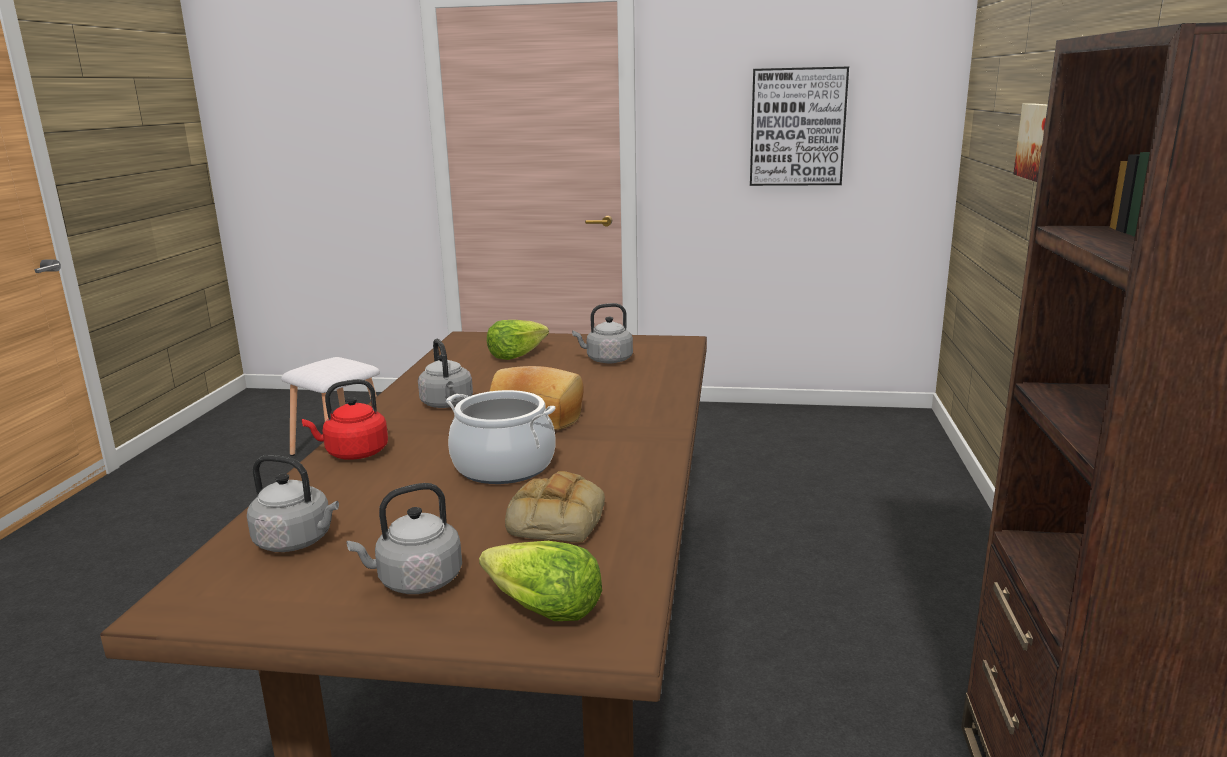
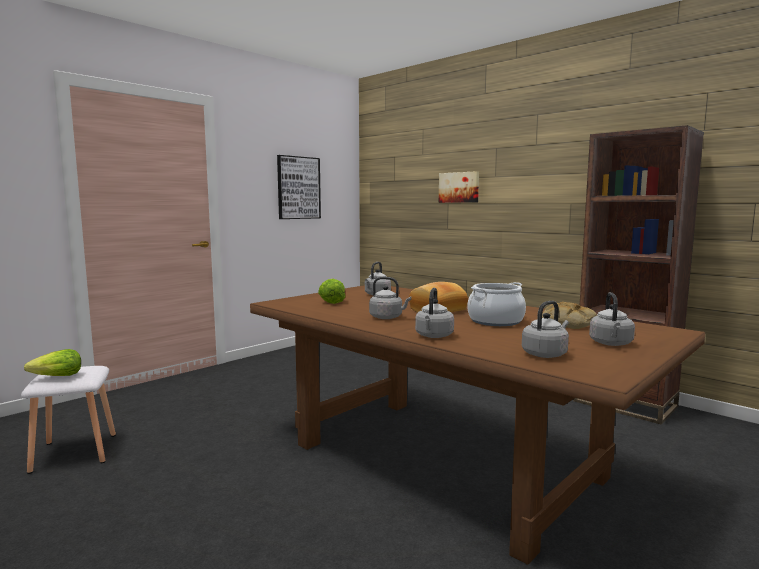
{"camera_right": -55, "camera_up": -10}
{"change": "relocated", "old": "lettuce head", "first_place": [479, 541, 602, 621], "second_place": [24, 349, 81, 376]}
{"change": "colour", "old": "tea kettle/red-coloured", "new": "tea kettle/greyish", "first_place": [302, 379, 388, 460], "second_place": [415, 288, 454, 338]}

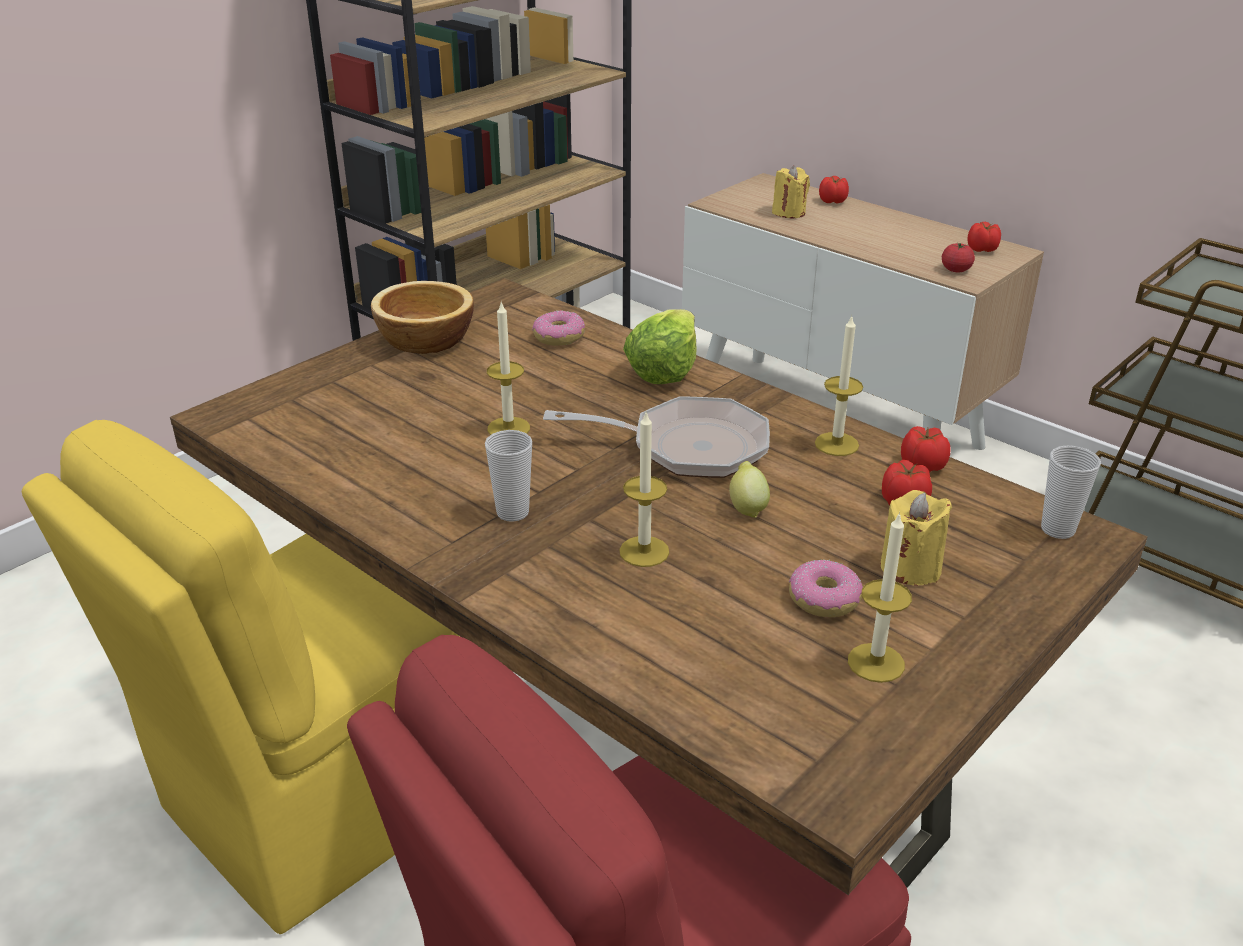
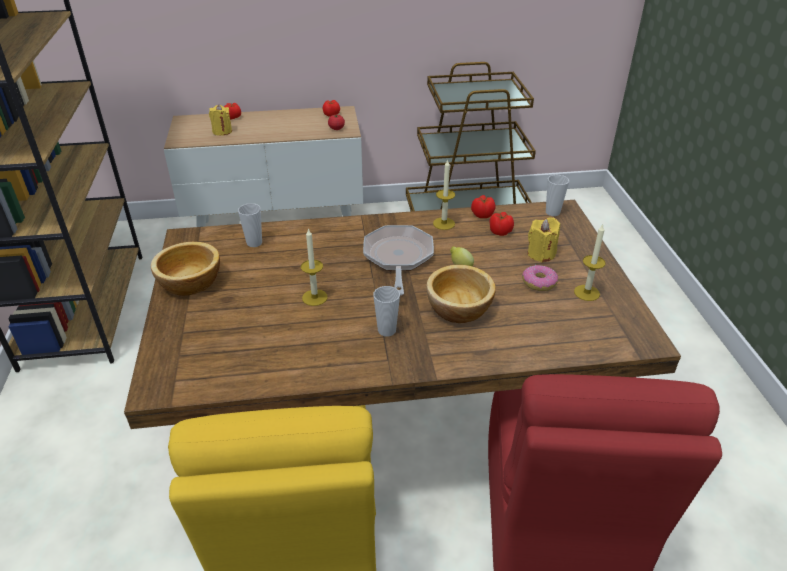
{"camera_right": -50, "camera_up": 5}
{"change": "exchanged", "old": "donut", "new": "small cup", "first_place": [532, 310, 585, 346], "second_place": [238, 203, 262, 247]}
{"change": "spun", "old": "pan", "first_place": [543, 396, 770, 478], "second_place": [363, 225, 434, 295], "degrees": -45}
{"change": "exchanged", "old": "candle", "new": "deep dish", "first_place": [619, 411, 669, 567], "second_place": [427, 265, 496, 323]}
{"change": "missing", "old": "lettuce head", "first_place": [623, 309, 696, 384]}

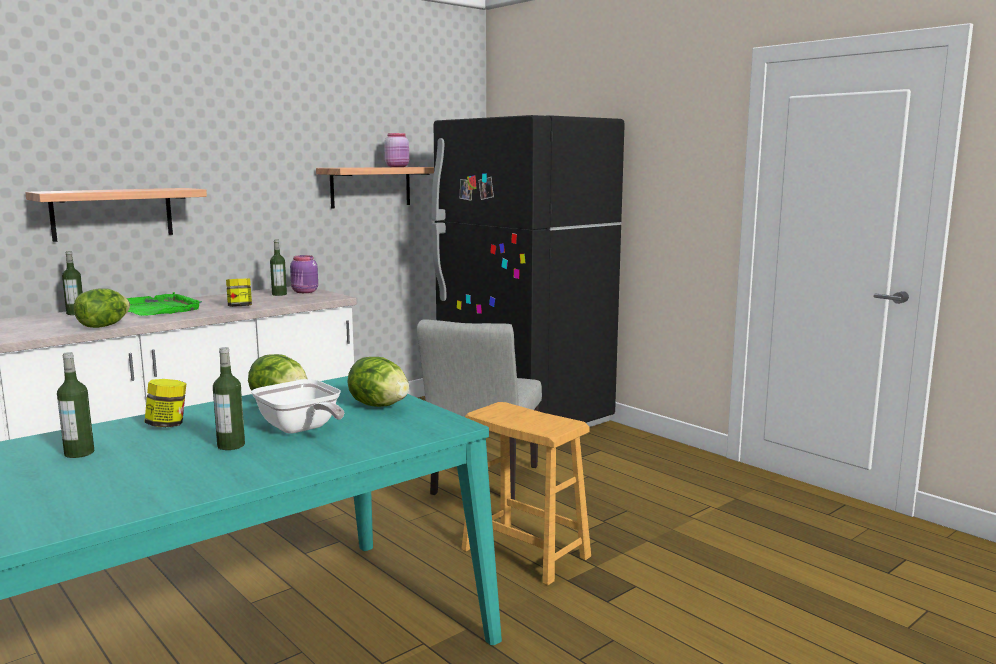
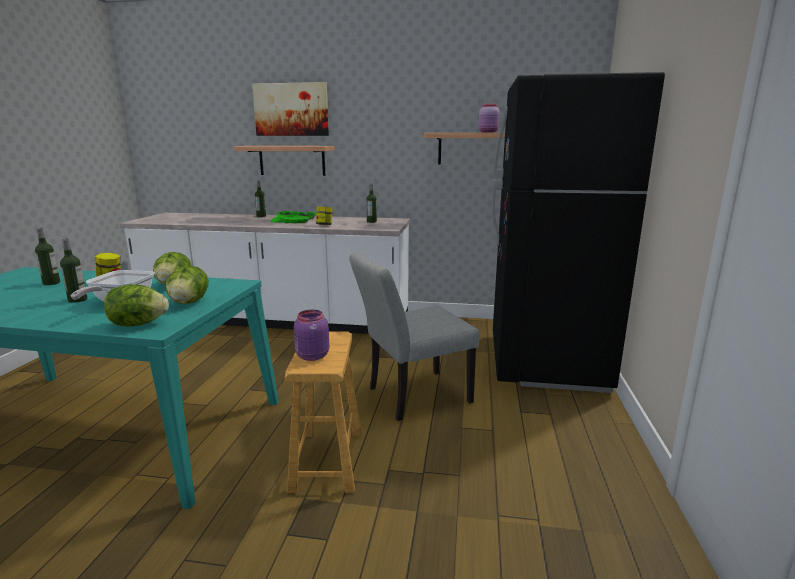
{"camera_right": 50, "camera_up": 5}
{"change": "relocated", "old": "lettuce head", "first_place": [73, 288, 130, 328], "second_place": [104, 284, 169, 327]}
{"change": "appeared", "new": "picture", "second_place": [252, 82, 329, 136]}
{"change": "relocated", "old": "jar/purplish", "first_place": [290, 255, 318, 293], "second_place": [294, 310, 329, 361]}

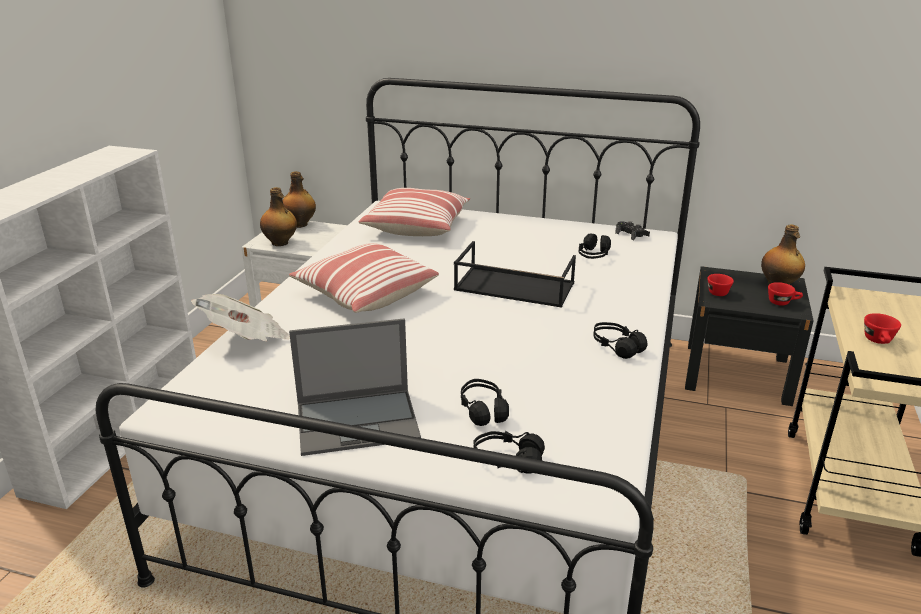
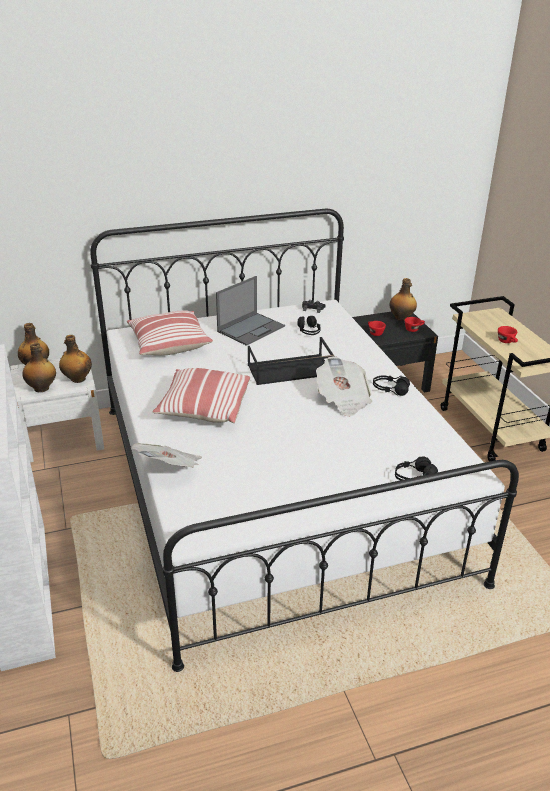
{"camera_right": -35, "camera_up": 5}
{"change": "appeared", "new": "bottle", "second_place": [59, 335, 92, 383]}
{"change": "relocated", "old": "notebook computer", "first_place": [289, 318, 421, 456], "second_place": [216, 276, 285, 346]}
{"change": "appeared", "new": "printed paper", "second_place": [316, 356, 372, 417]}
{"change": "missing", "old": "headphones/black-coloured", "first_place": [461, 379, 509, 426]}

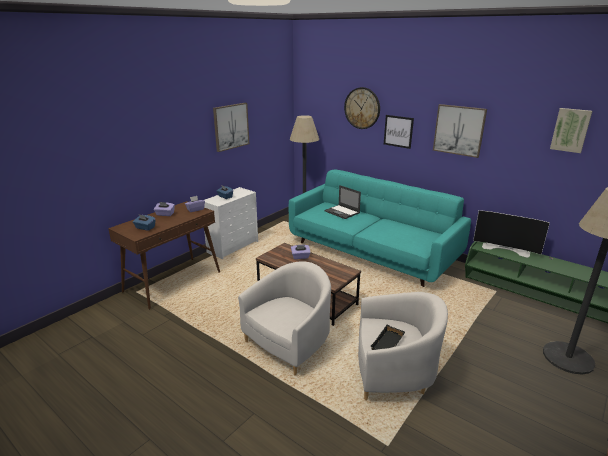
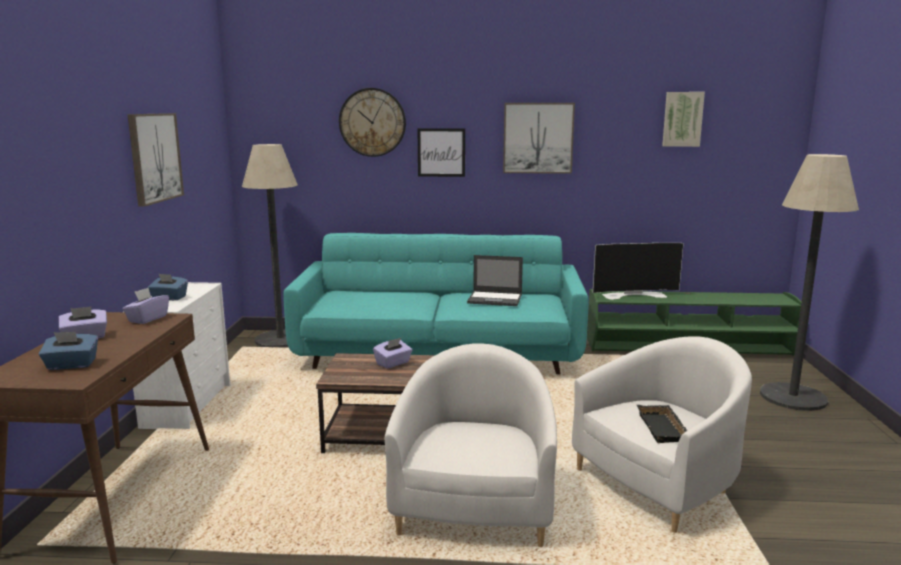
{"camera_right": -35, "camera_up": -10}
{"change": "relocated", "old": "notebook computer", "first_place": [324, 185, 361, 219], "second_place": [467, 255, 523, 306]}

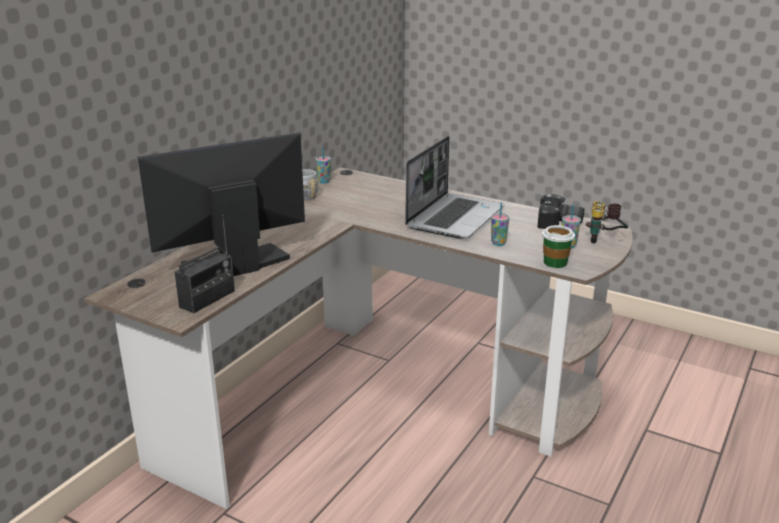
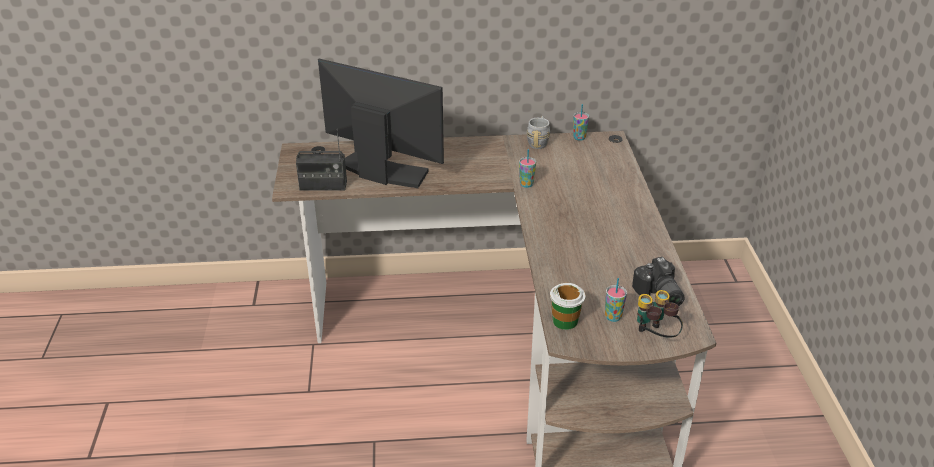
{"camera_right": 55, "camera_up": 10}
{"change": "relocated", "old": "small cup", "first_place": [491, 202, 510, 246], "second_place": [519, 149, 536, 188]}
{"change": "missing", "old": "notebook computer", "first_place": [405, 136, 504, 239]}

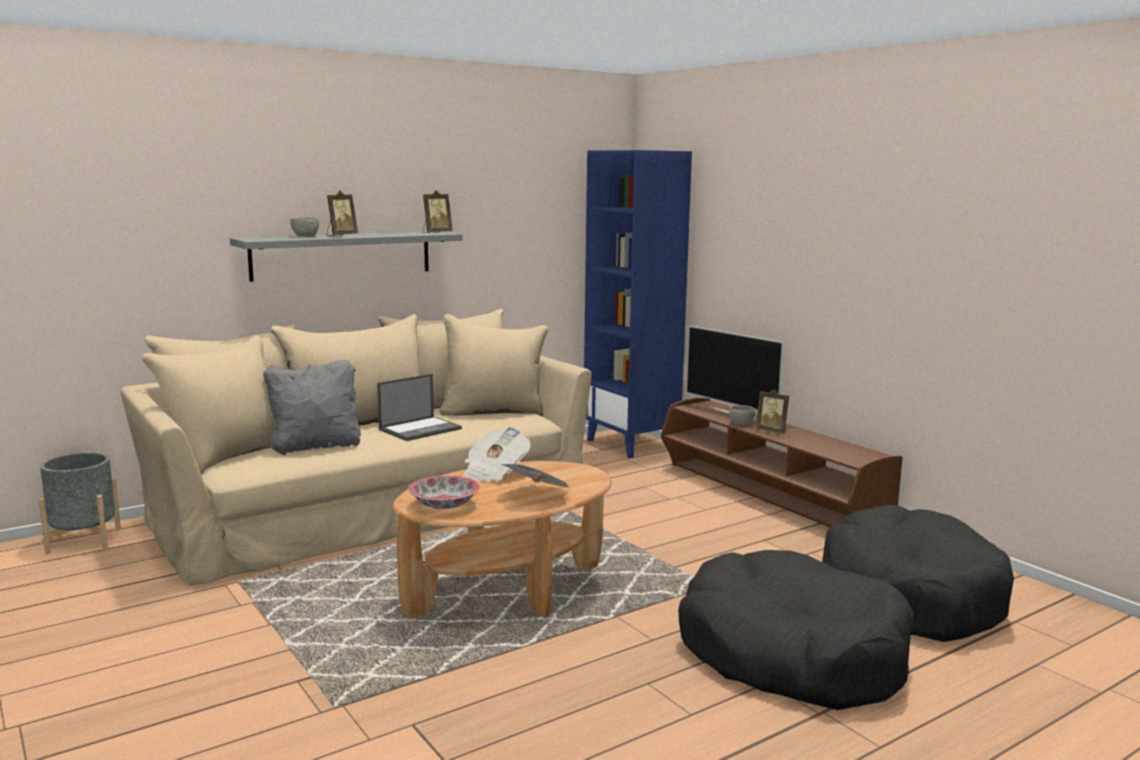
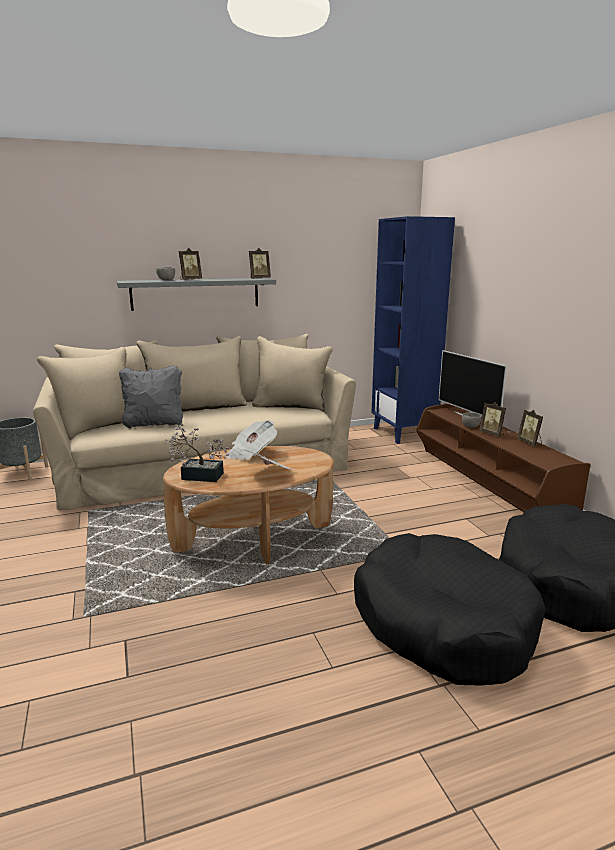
{"camera_right": 15, "camera_up": 5}
{"change": "exchanged", "old": "deep dish", "new": "plant in a pot", "first_place": [408, 476, 480, 509], "second_place": [165, 424, 229, 482]}
{"change": "appeared", "new": "picture frame", "second_place": [517, 410, 543, 446]}
{"change": "missing", "old": "notebook computer", "first_place": [377, 374, 462, 441]}

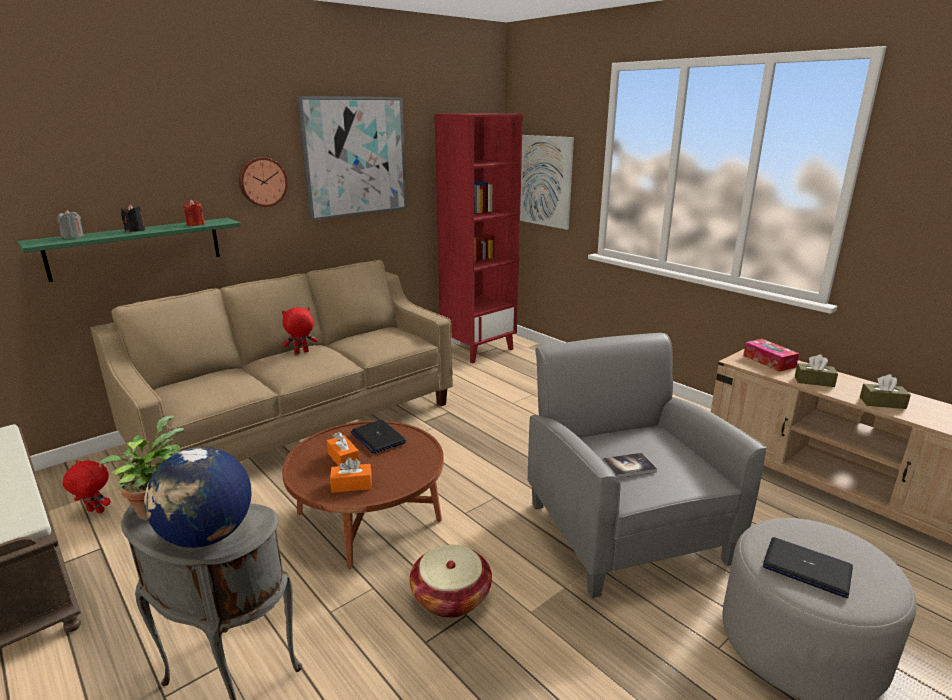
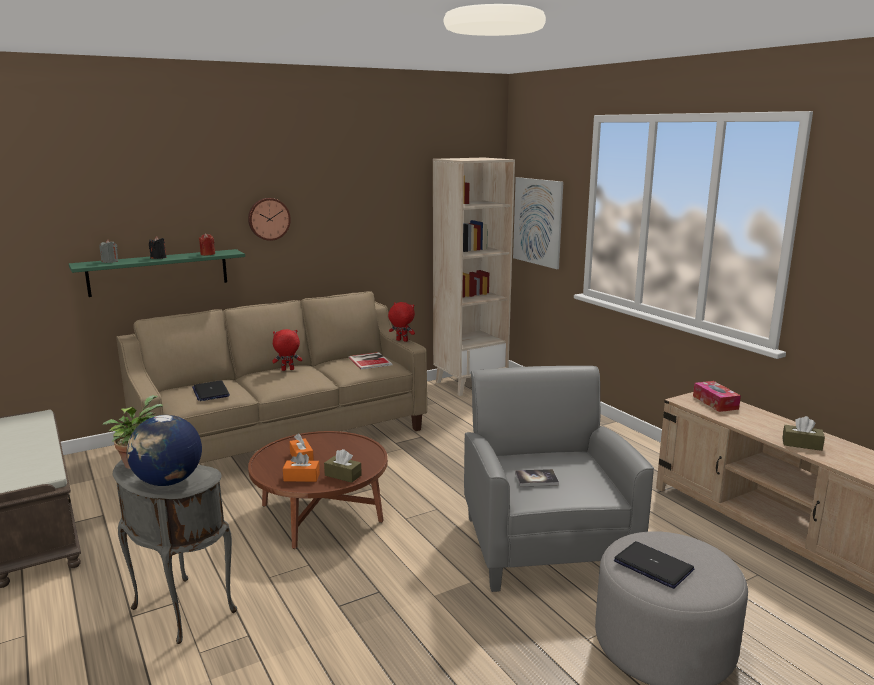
{"camera_right": 10, "camera_up": -5}
{"change": "relocated", "old": "notebook computer", "first_place": [351, 419, 406, 454], "second_place": [192, 380, 230, 401]}
{"change": "relocated", "old": "tissue holder/brownish", "first_place": [795, 355, 838, 387], "second_place": [324, 449, 362, 483]}
{"change": "appeared", "new": "book", "second_place": [348, 352, 392, 369]}
{"change": "relocated", "old": "cuddly toy/red-coloured", "first_place": [63, 460, 111, 513], "second_place": [388, 302, 415, 342]}
{"change": "colour", "old": "bookshelf/red-coloured", "new": "bookshelf/beige", "first_place": [435, 113, 523, 363], "second_place": [433, 157, 515, 396]}
{"change": "missing", "old": "picture", "first_place": [297, 96, 407, 220]}
{"change": "missing", "old": "household basket", "first_place": [410, 545, 492, 618]}

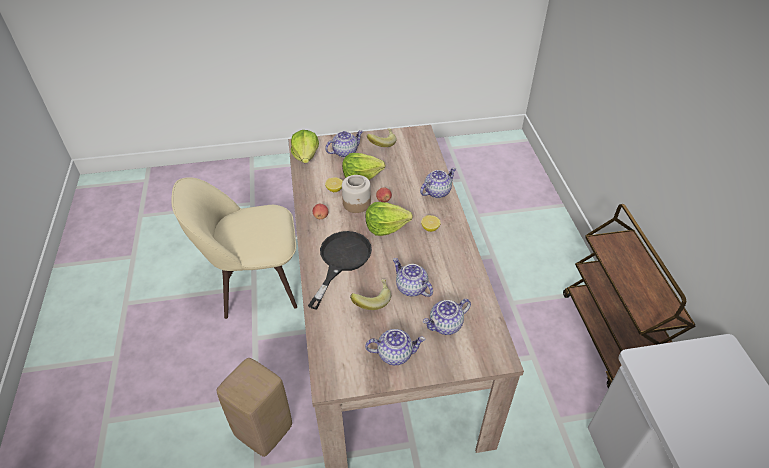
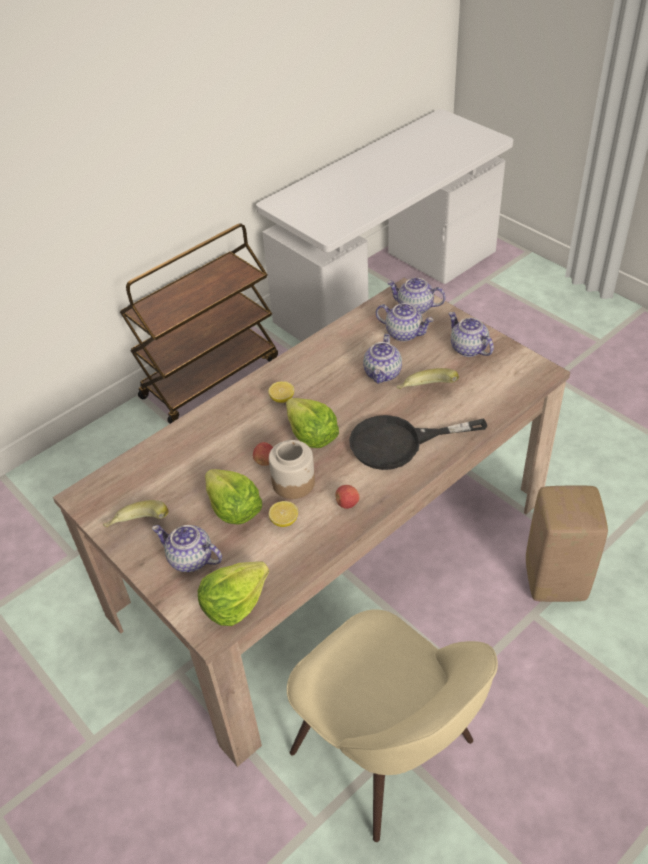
{"camera_right": -120, "camera_up": 0}
{"change": "relocated", "old": "pot for tea", "first_place": [420, 167, 456, 198], "second_place": [387, 278, 446, 314]}

